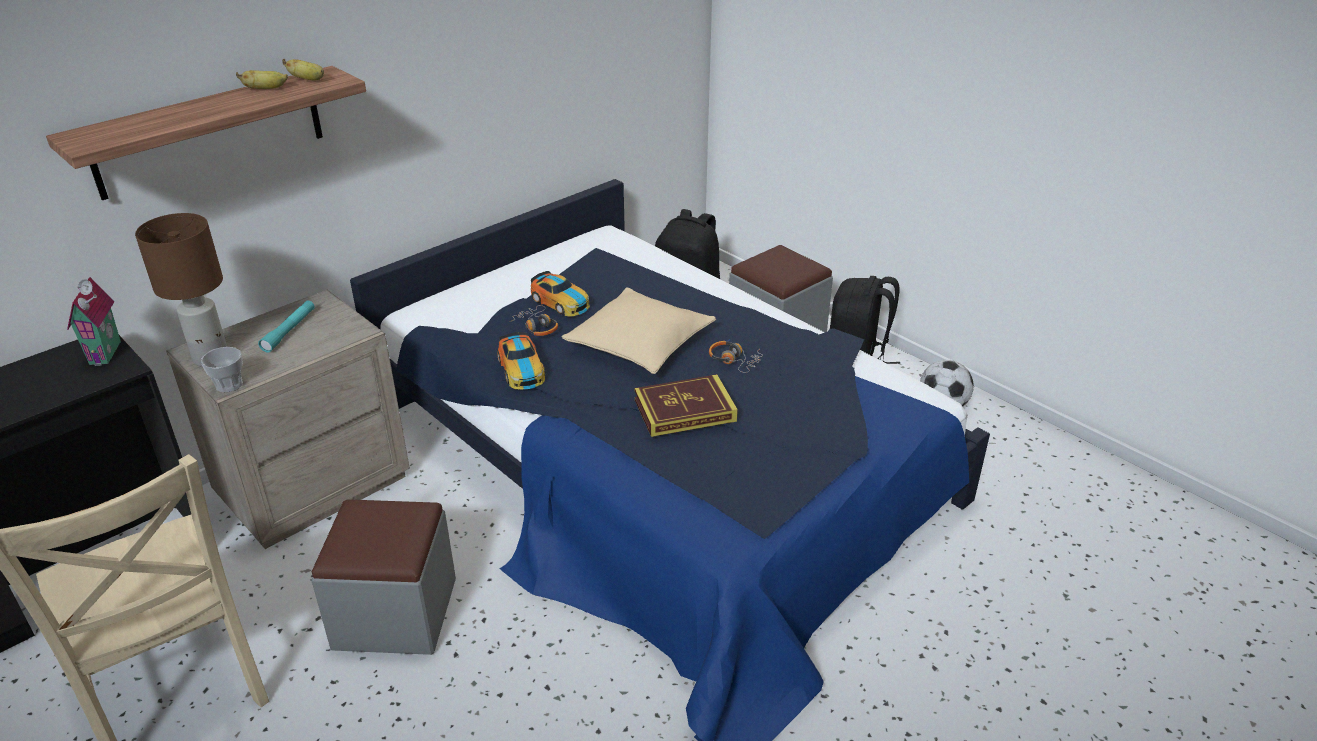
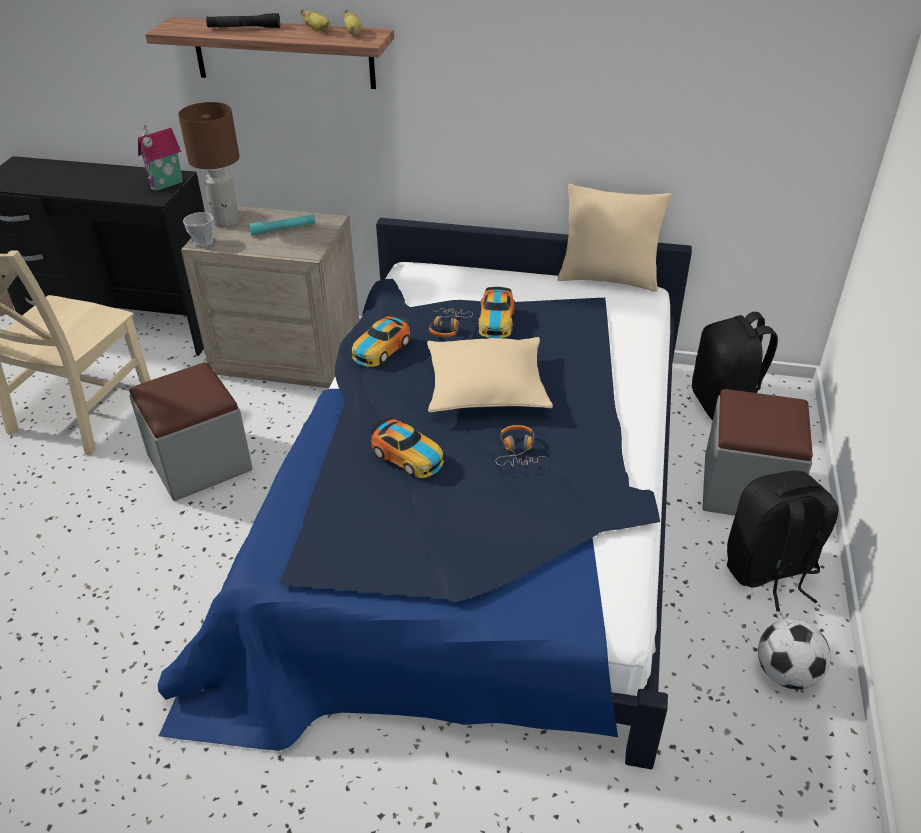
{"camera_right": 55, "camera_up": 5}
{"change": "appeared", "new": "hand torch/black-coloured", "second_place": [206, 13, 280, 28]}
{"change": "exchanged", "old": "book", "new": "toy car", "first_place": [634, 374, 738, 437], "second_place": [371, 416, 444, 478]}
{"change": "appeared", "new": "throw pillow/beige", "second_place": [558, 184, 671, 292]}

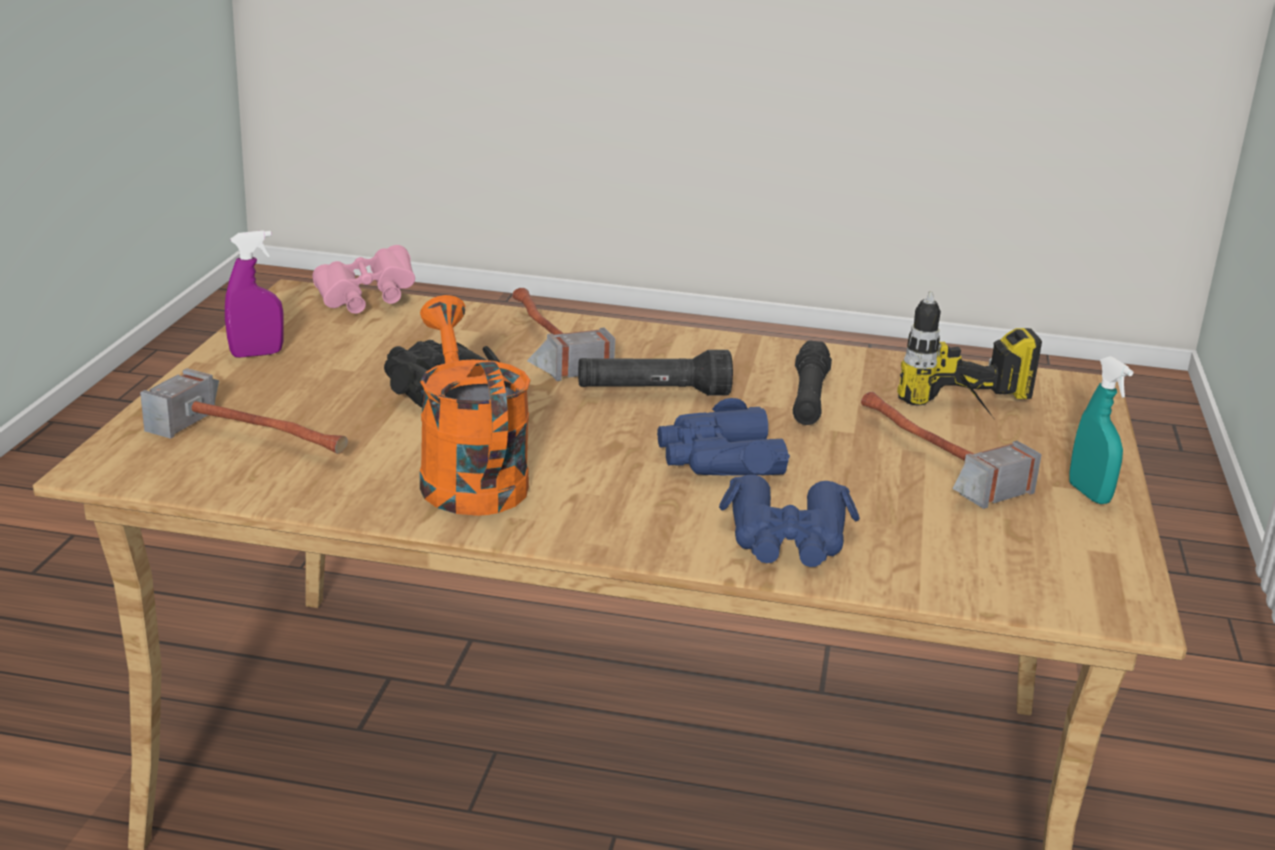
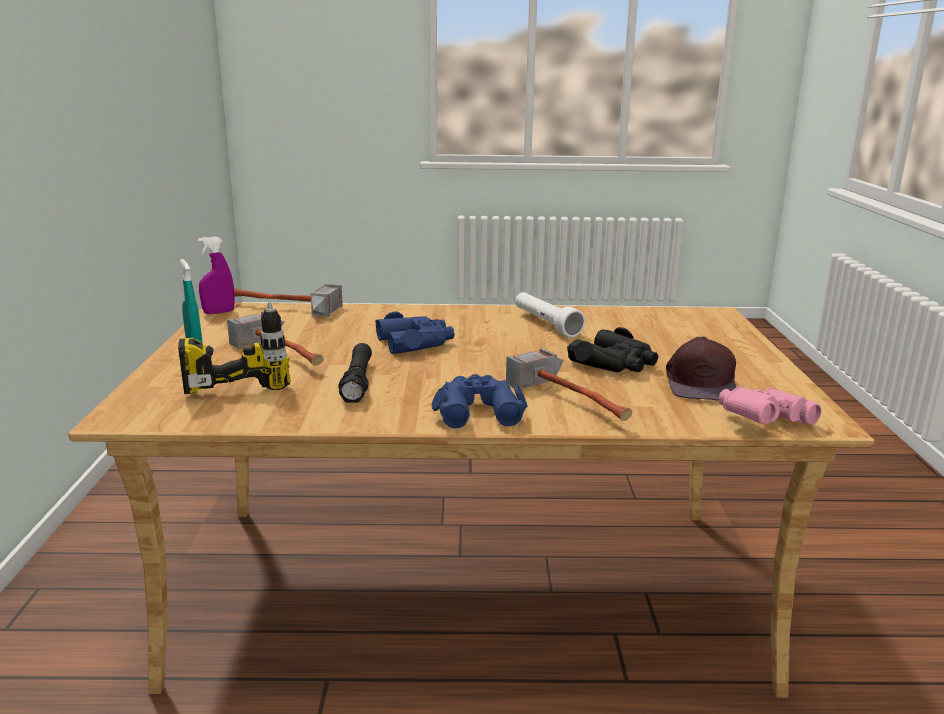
{"camera_right": 170, "camera_up": -5}
{"change": "relocated", "old": "hand sprayer/purplish", "first_place": [225, 230, 284, 358], "second_place": [198, 236, 235, 314]}
{"change": "relocated", "old": "tool hammer", "first_place": [140, 368, 348, 454], "second_place": [234, 284, 343, 317]}
{"change": "relocated", "old": "field glasses/blue-coloured", "first_place": [719, 475, 860, 567], "second_place": [432, 374, 528, 428]}
{"change": "exchanged", "old": "watering can/orange-coloured", "new": "hand torch/white-coloured", "first_place": [420, 295, 530, 516], "second_place": [515, 292, 585, 338]}
{"change": "appeared", "new": "peaked cap/brownish", "second_place": [666, 337, 736, 401]}
{"change": "missing", "old": "hand torch/black-coloured", "first_place": [578, 350, 733, 395]}

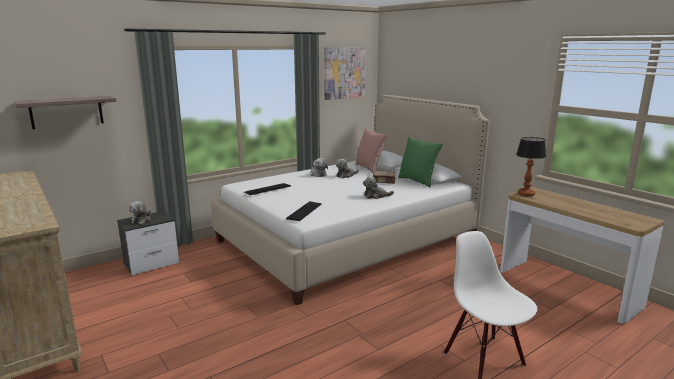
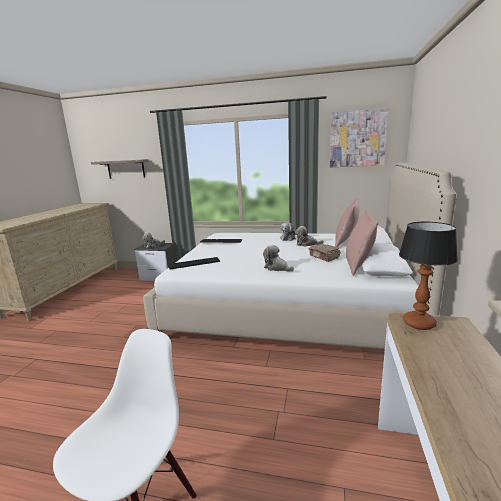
{"camera_right": 50, "camera_up": 0}
{"change": "colour", "old": "throw pillow/green", "new": "throw pillow/pink-coloured", "first_place": [398, 137, 443, 187], "second_place": [346, 210, 378, 275]}

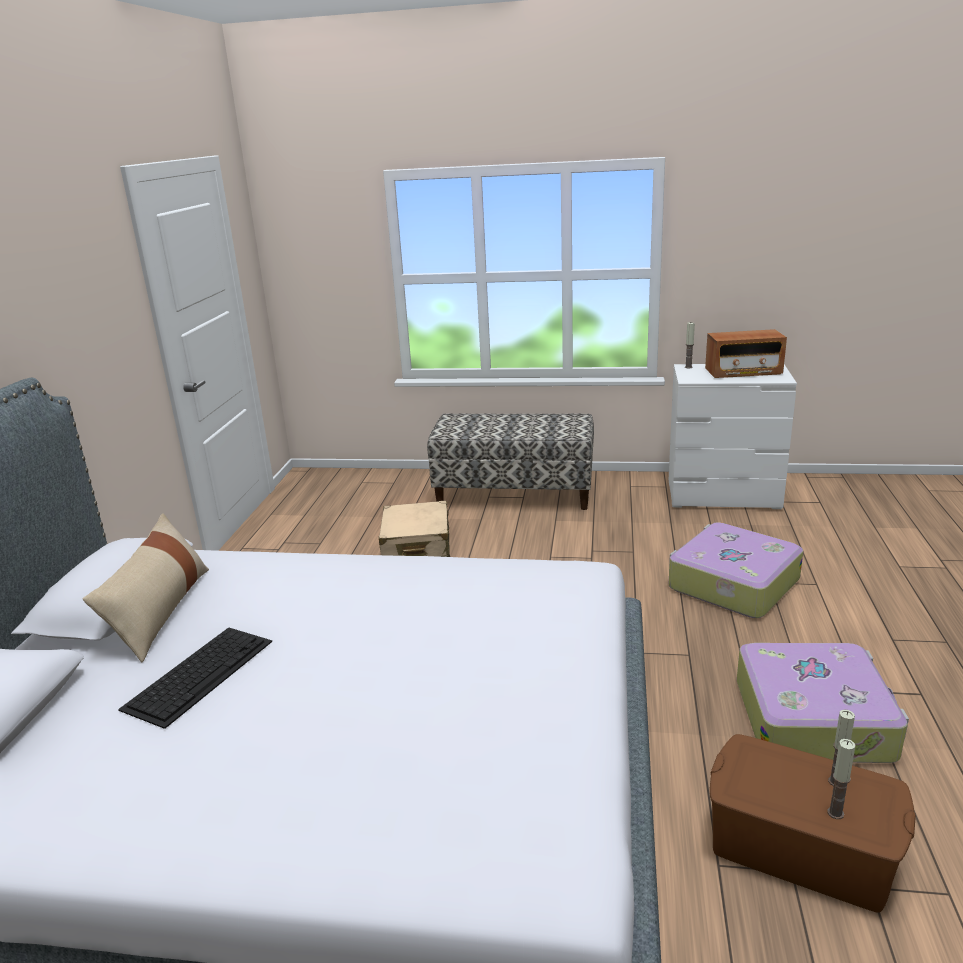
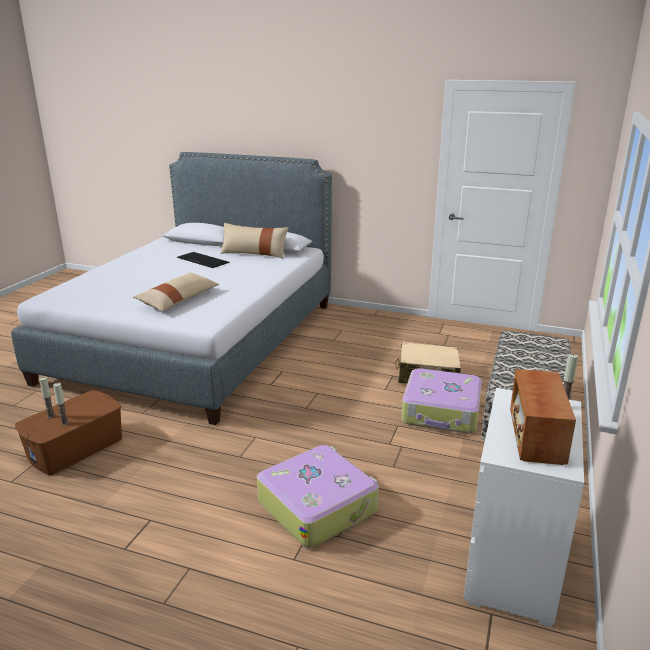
{"camera_right": 100, "camera_up": 0}
{"change": "appeared", "new": "throw pillow/beige", "second_place": [133, 273, 219, 312]}
{"change": "relocated", "old": "piece of luggage", "first_place": [737, 643, 909, 763], "second_place": [401, 368, 482, 433]}

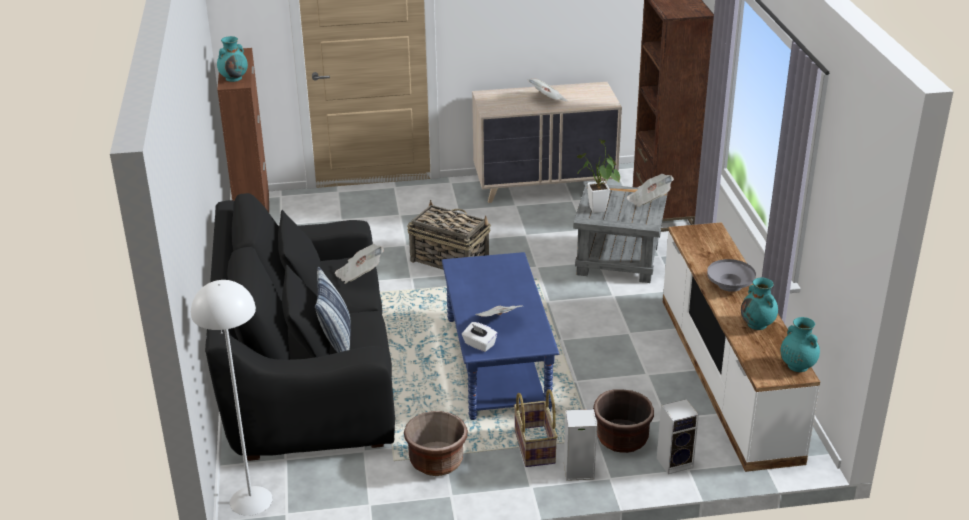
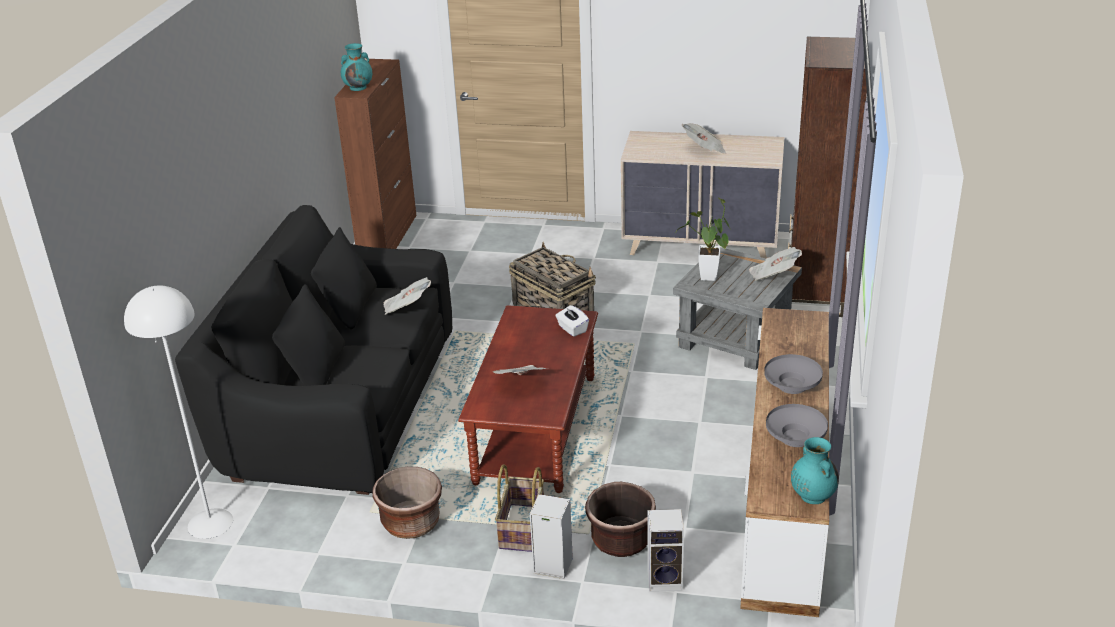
{"camera_right": 20, "camera_up": 0}
{"change": "colour", "old": "coffee table/blue-coloured", "new": "coffee table/brownish", "first_place": [442, 252, 560, 420], "second_place": [458, 305, 598, 493]}
{"change": "relocated", "old": "tissue holder/white-coloured", "first_place": [462, 322, 497, 352], "second_place": [555, 305, 589, 337]}
{"change": "exchanged", "old": "vase/turquoise-coloured", "new": "deep dish/greyish", "first_place": [741, 278, 778, 330], "second_place": [766, 404, 828, 447]}
{"change": "missing", "old": "throw pillow", "first_place": [315, 267, 351, 353]}

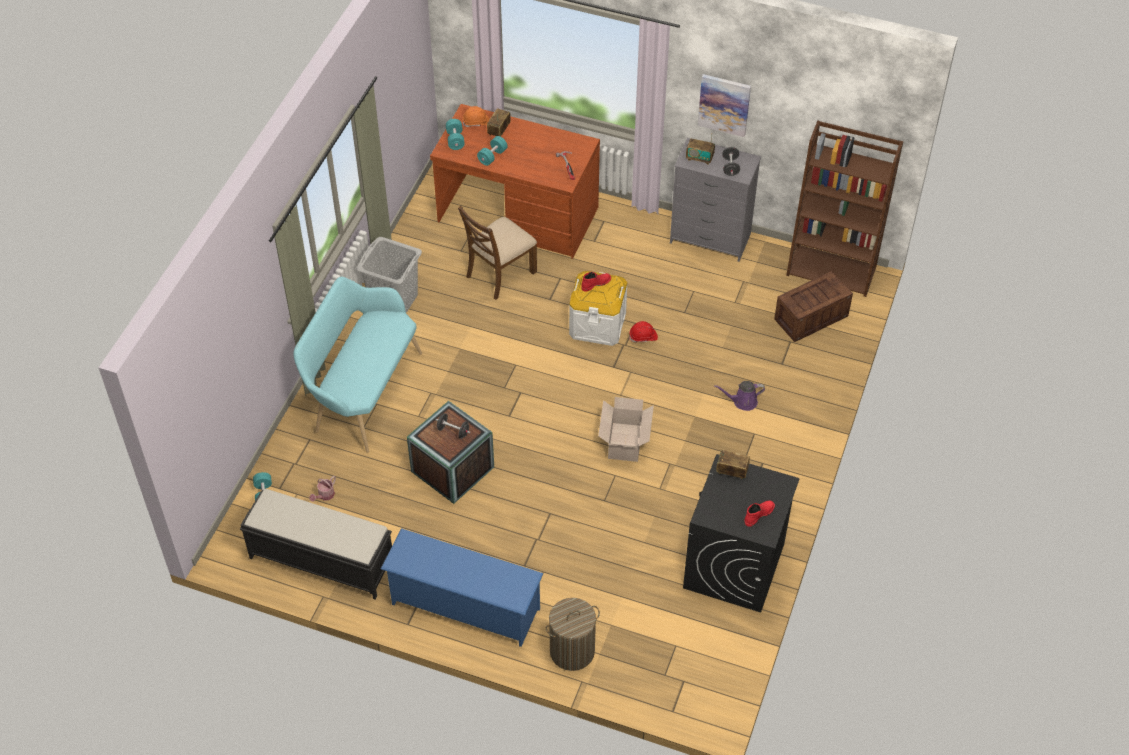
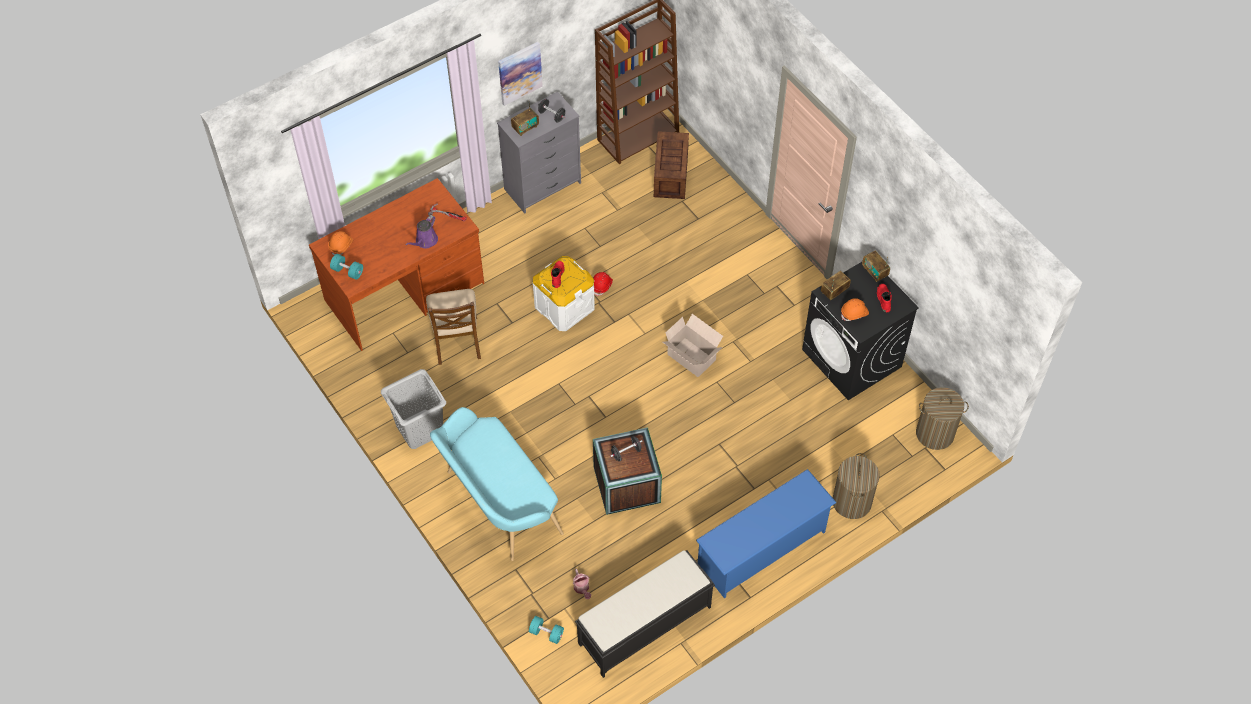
{"camera_right": -55, "camera_up": 5}
{"change": "relocated", "old": "watering can/purplish", "first_place": [714, 381, 765, 411], "second_place": [405, 215, 438, 249]}
{"change": "appeared", "new": "hard hat/orange-coloured", "second_place": [841, 298, 869, 321]}
{"change": "relocated", "old": "radio", "first_place": [487, 108, 511, 137], "second_place": [862, 251, 890, 282]}
{"change": "appeared", "new": "hamper", "second_place": [916, 387, 969, 450]}
{"change": "missing", "old": "free weight/turquoise-coloured", "first_place": [477, 136, 508, 166]}

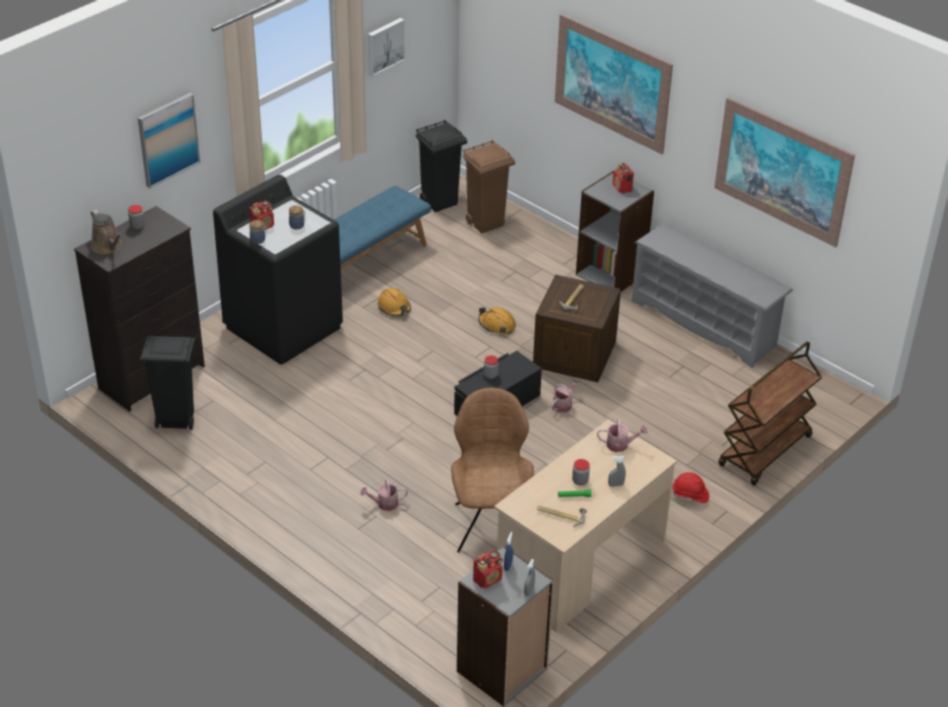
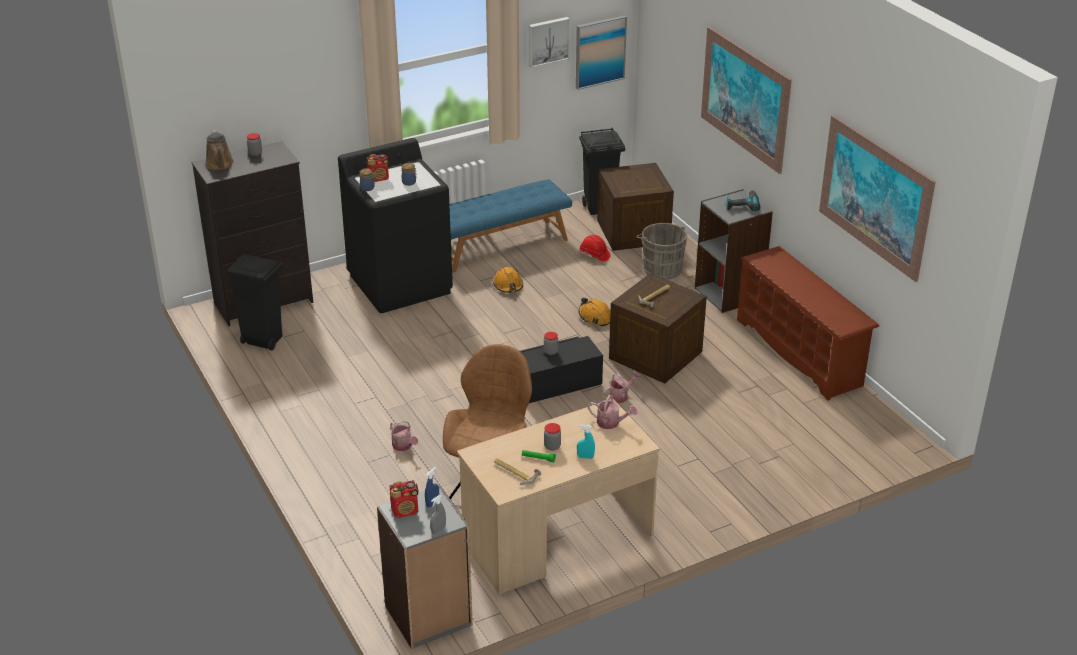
{"camera_right": 20, "camera_up": -5}
{"change": "spun", "old": "watering can", "first_place": [360, 479, 408, 511], "second_place": [390, 421, 418, 451], "degrees": -135}
{"change": "relocated", "old": "picture", "first_place": [138, 93, 200, 188], "second_place": [576, 15, 627, 90]}
{"change": "colour", "old": "hand sprayer/greyish", "new": "hand sprayer/turquoise-coloured", "first_place": [608, 456, 626, 487], "second_place": [577, 425, 595, 459]}
{"change": "relocated", "old": "hard hat/red-coloured", "first_place": [671, 472, 709, 503], "second_place": [580, 235, 610, 261]}
{"change": "exchanged", "old": "waste bin/brownish", "new": "packing crate", "first_place": [463, 140, 515, 234], "second_place": [597, 163, 674, 251]}
{"change": "appeared", "new": "bucket/greyish", "second_place": [636, 223, 687, 280]}
{"change": "exchanged", "old": "radio", "new": "electric drill", "first_place": [613, 163, 634, 193], "second_place": [725, 191, 760, 212]}
{"change": "colour", "old": "shoe stand/greyish", "new": "shoe stand/brownish", "first_place": [632, 223, 793, 368], "second_place": [737, 246, 879, 401]}
{"change": "missing", "old": "wheeled cart/brownish", "first_place": [718, 342, 822, 486]}

